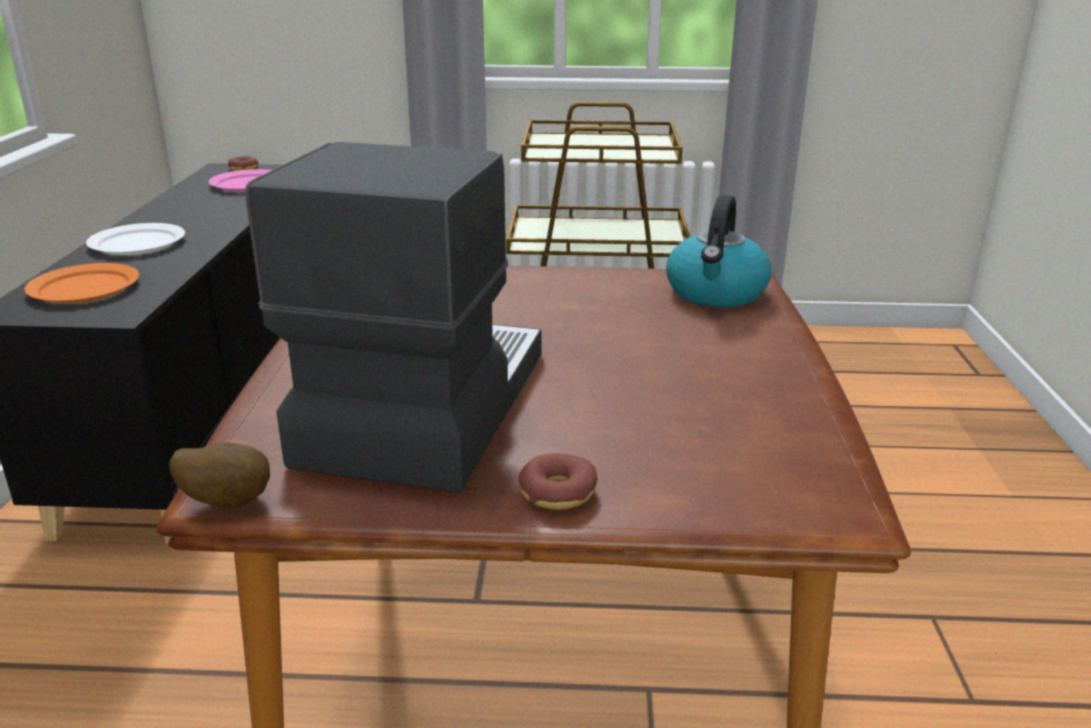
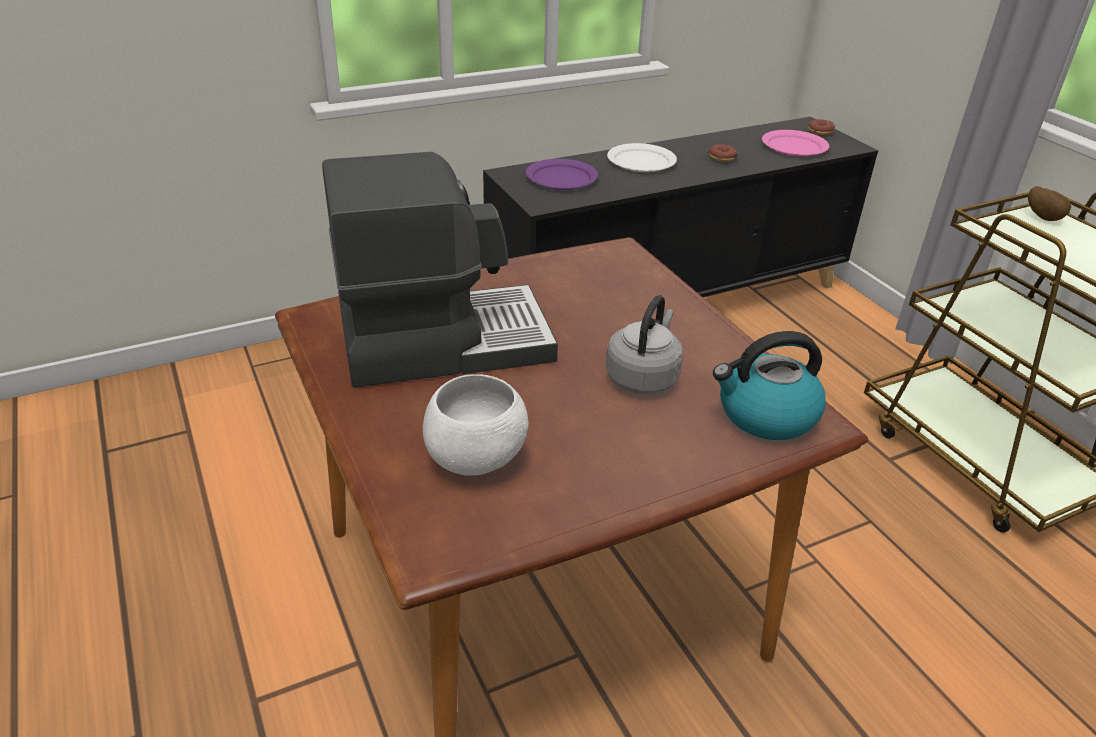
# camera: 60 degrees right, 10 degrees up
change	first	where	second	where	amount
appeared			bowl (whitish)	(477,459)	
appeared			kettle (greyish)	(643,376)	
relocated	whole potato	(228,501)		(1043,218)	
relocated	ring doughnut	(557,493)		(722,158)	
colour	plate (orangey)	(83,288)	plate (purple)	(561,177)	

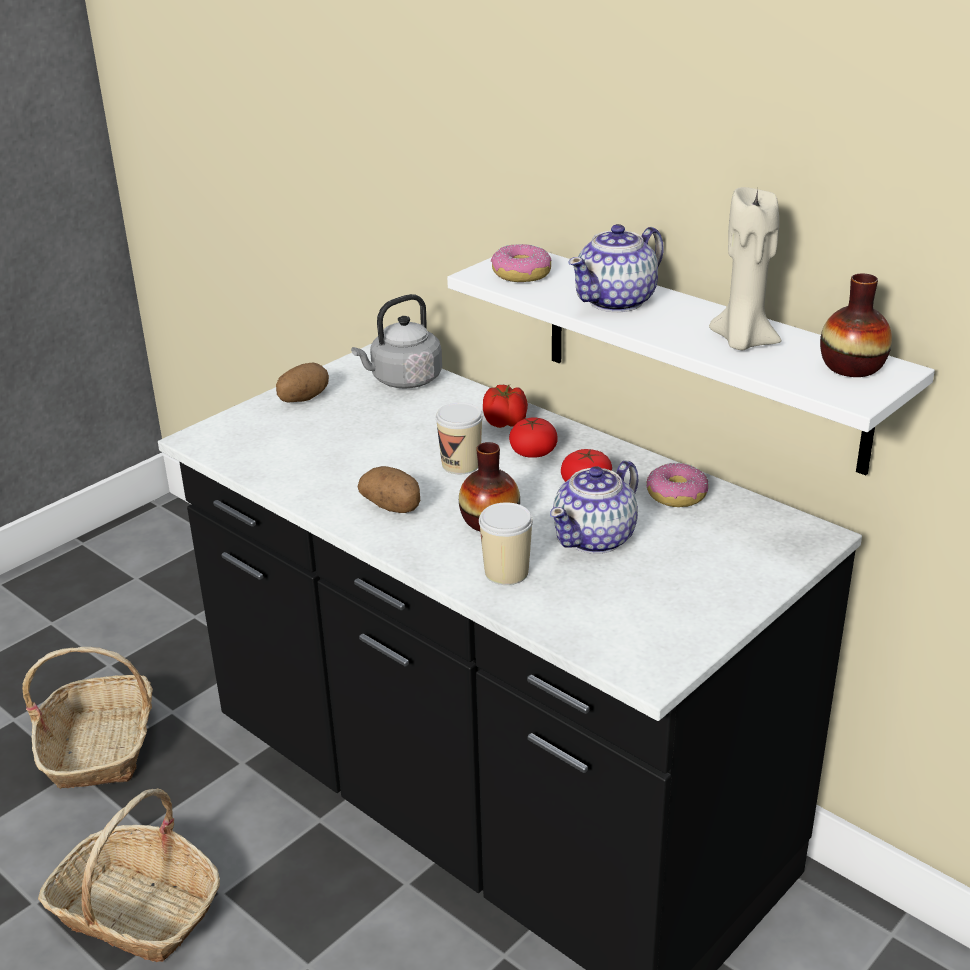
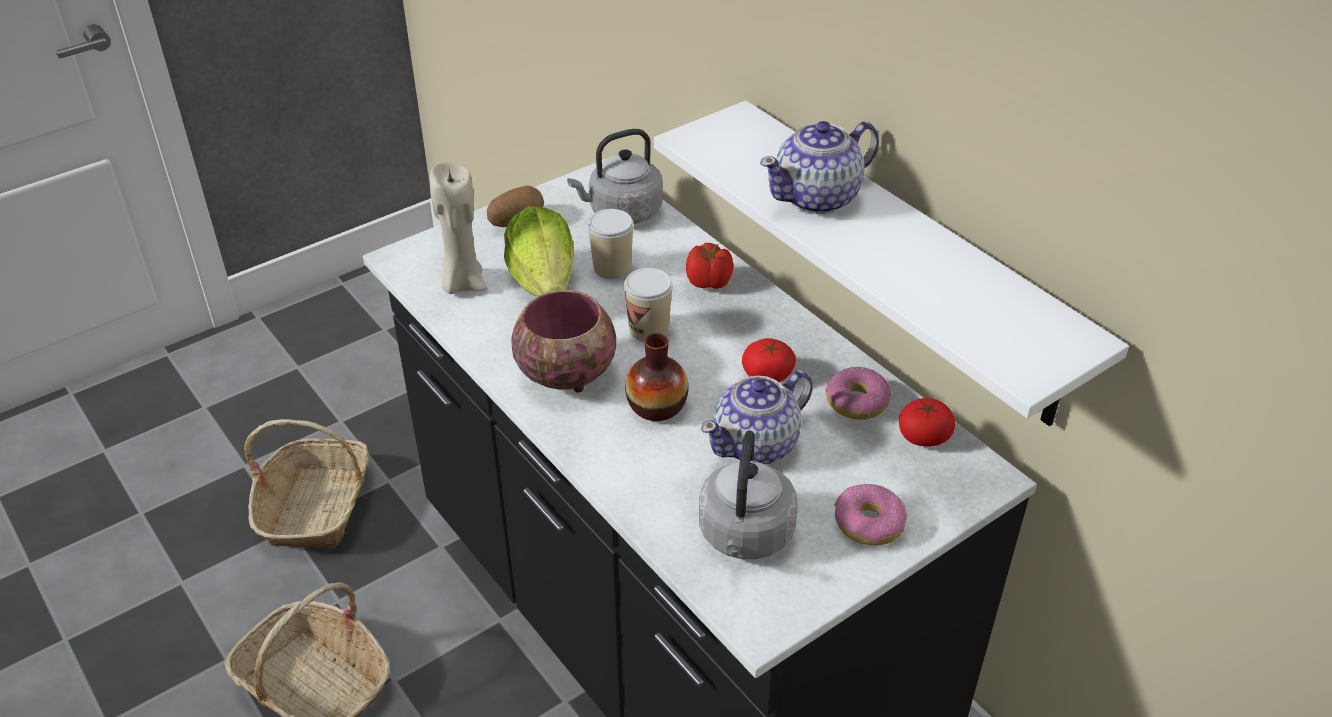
# camera: 10 degrees right, 10 degrees up
change	first	where	second	where	amount
missing	vase	(852,367)			
appeared			head of lettuce	(544,282)	
appeared			kettle (greyish)	(745,537)	
relocated	cup	(506,572)		(612,268)	
relocated	ring doughnut	(521,274)		(868,523)	
relocated	whole tomato	(533,452)		(923,436)	
relocated	candle (beige)	(742,342)		(462,283)	
exchanged	whole potato	(393,507)	bowl	(566,373)	

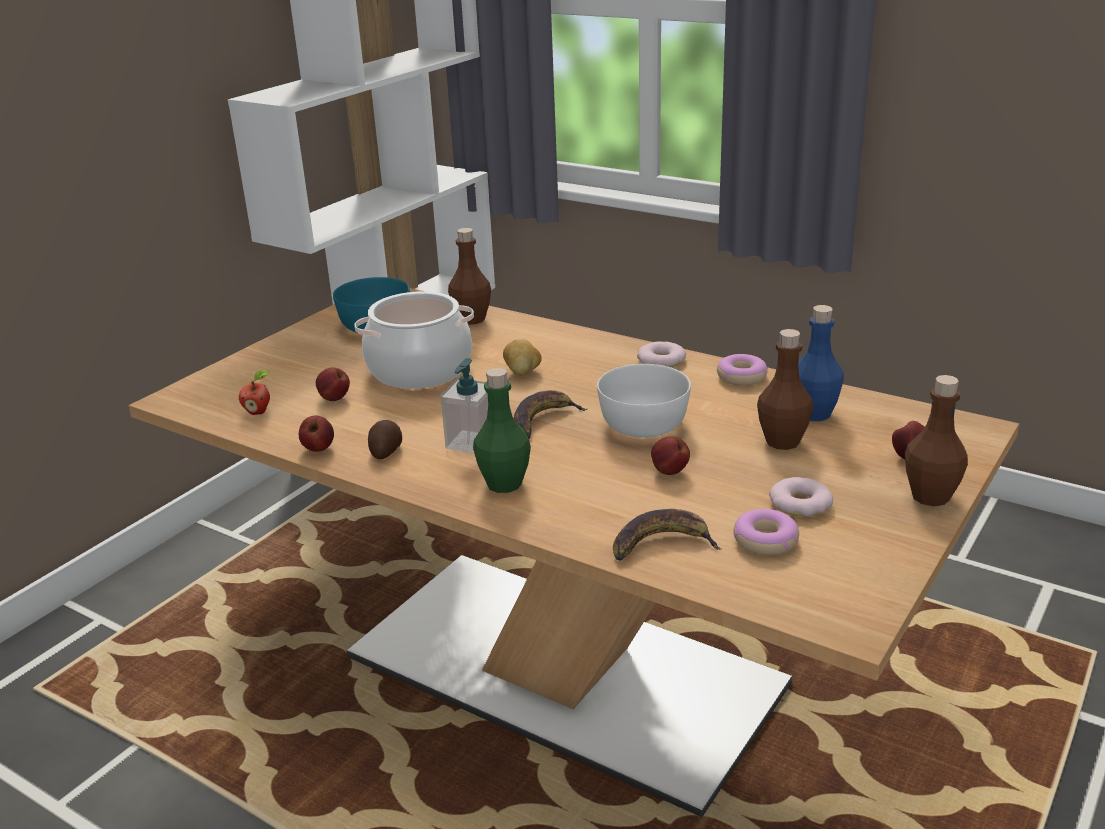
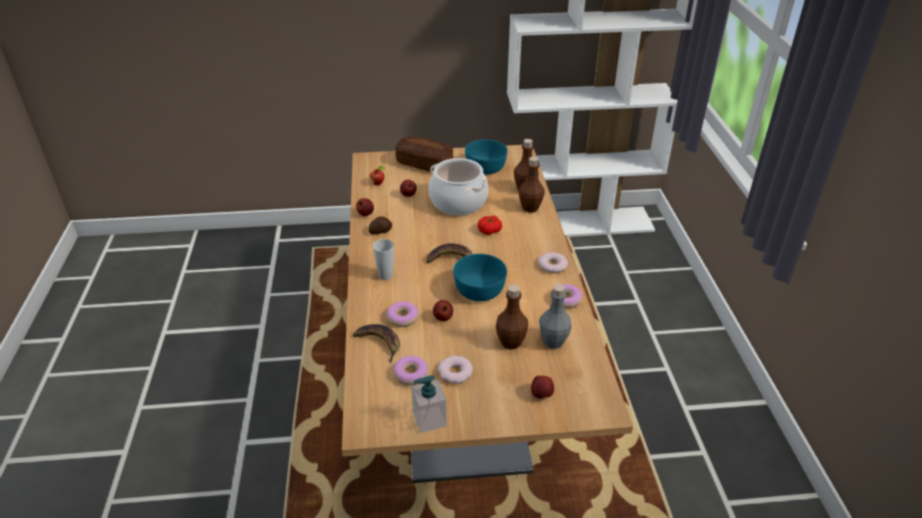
# camera: 50 degrees right, 10 degrees up
change	first	where	second	where	amount
appeared			ring doughnut	(403,318)	
appeared			bread	(424,164)	
relocated	soap bottle	(471,442)		(429,419)	
relocated	bottle (brown-coloured)	(930,496)		(530,208)	
exchanged	bottle (green)	(504,484)	cup	(385,275)	
exchanged	whole potato	(522,372)	whole tomato	(489,230)	
colour	bowl (whitish)	(643,423)	bowl (turquoise-coloured)	(480,289)	
colour	bottle (bluish)	(814,414)	bottle (greyish)	(553,341)	

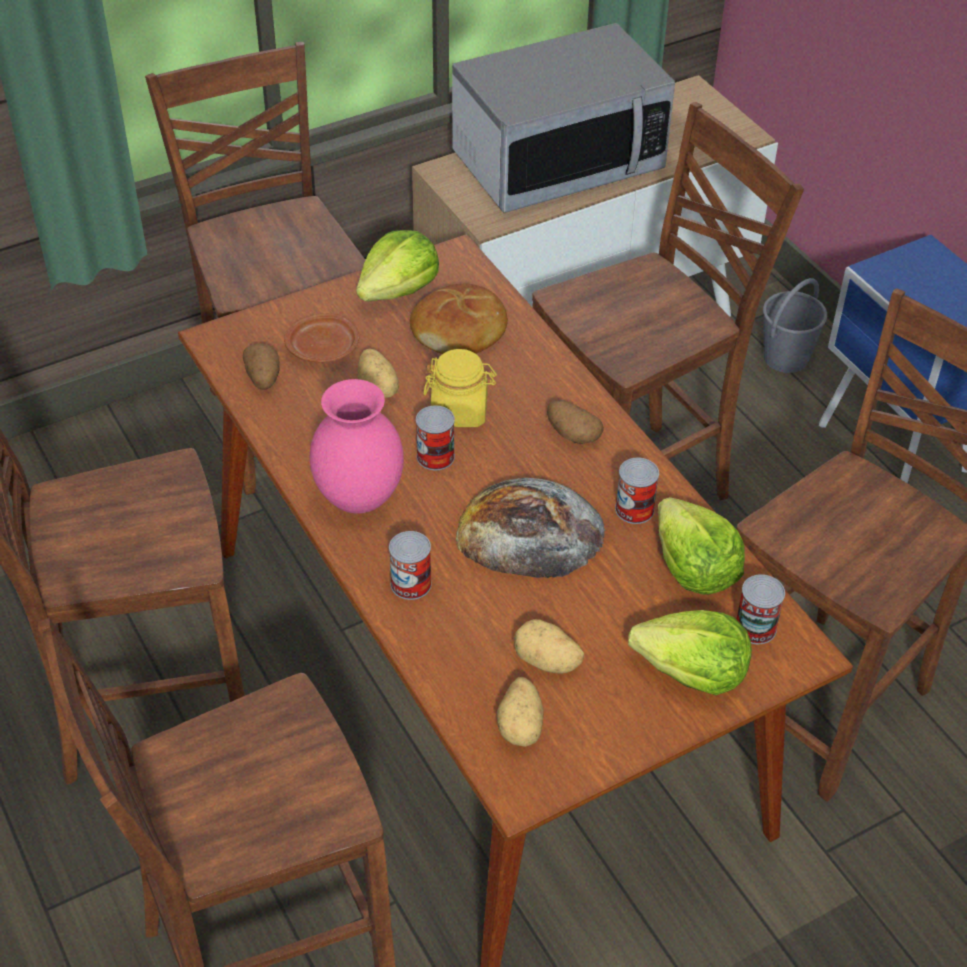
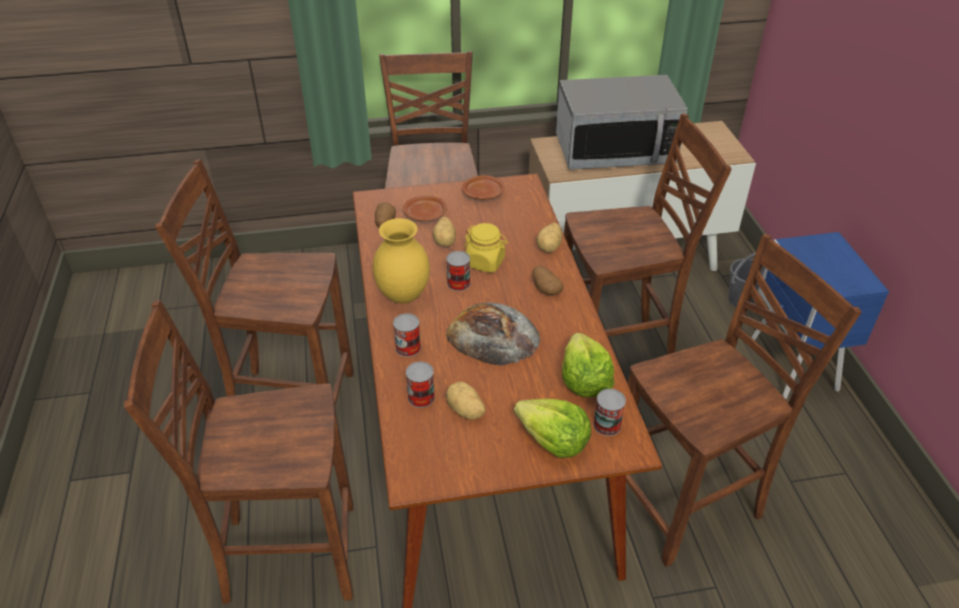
# camera: 20 degrees right, 5 degrees down
change	first	where	second	where	amount
missing	bread	(460,332)			
relocated	whole potato	(521,726)		(550,247)	
relocated	sealed can	(634,509)		(421,397)	
exchanged	head of lettuce	(398,290)	plate (brown-coloured)	(483,194)	
colour	vase (pinkish)	(360,498)	vase (yellow-coloured)	(404,295)	

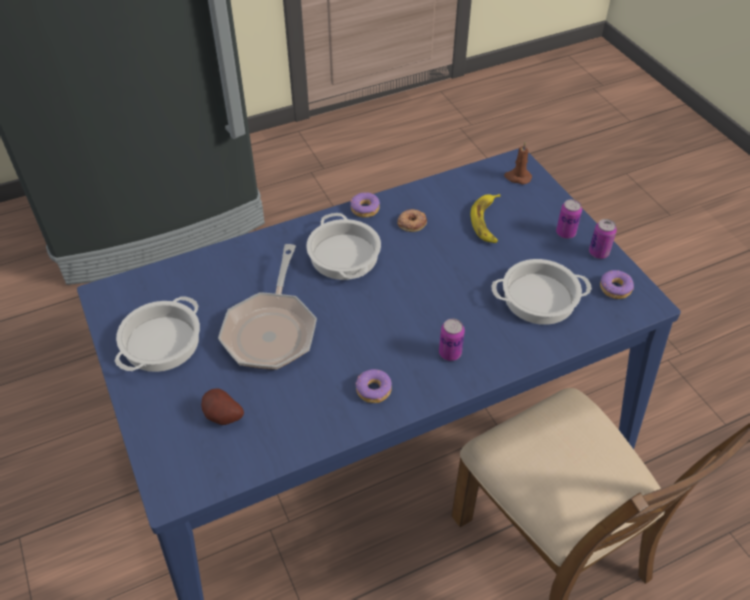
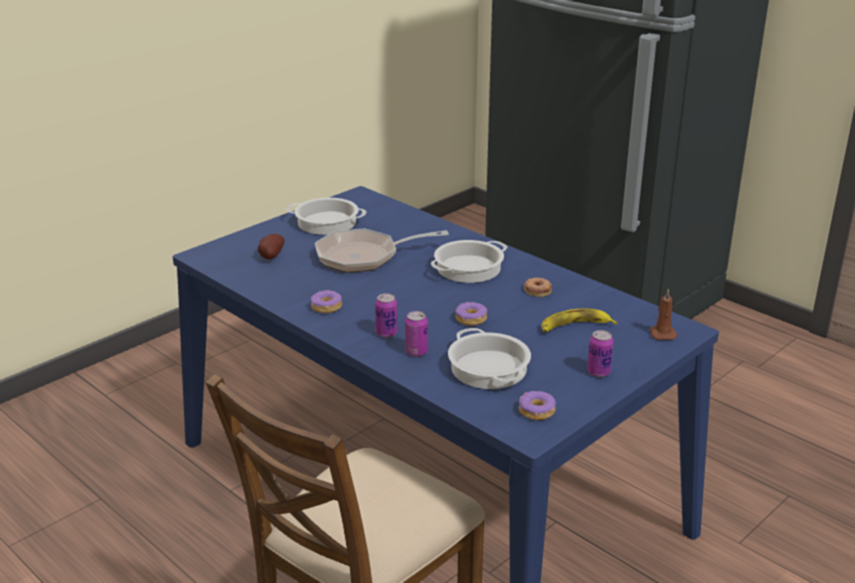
# camera: 70 degrees right, 20 degrees down
change	first	where	second	where	amount
relocated	ring doughnut	(365,209)		(470,319)	
relocated	sealed can	(598,253)		(416,352)	

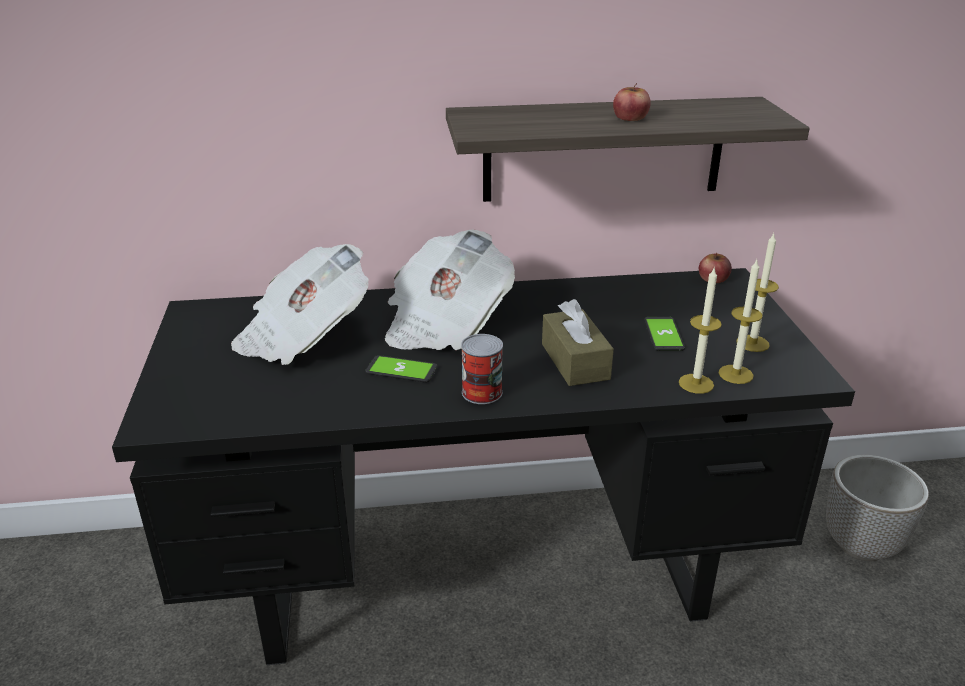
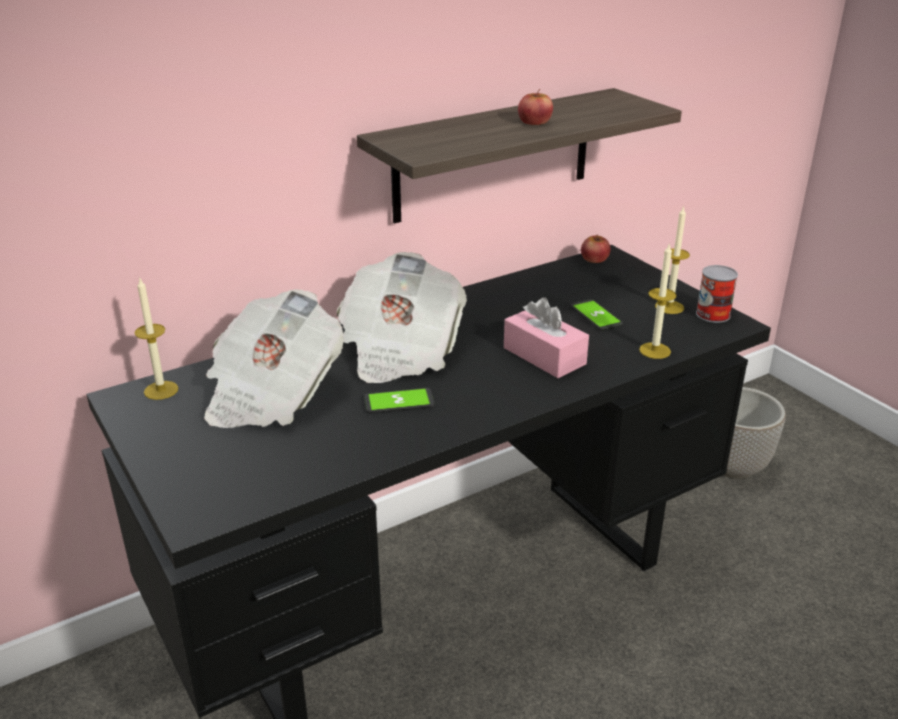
# camera: 25 degrees left, 0 degrees up
change	first	where	second	where	amount
relocated	sealed can	(482,392)		(713,314)	
relocated	candle	(735,374)		(161,390)	
colour	box of tissues (brown-coloured)	(575,361)	box of tissues (pinkish)	(544,356)	

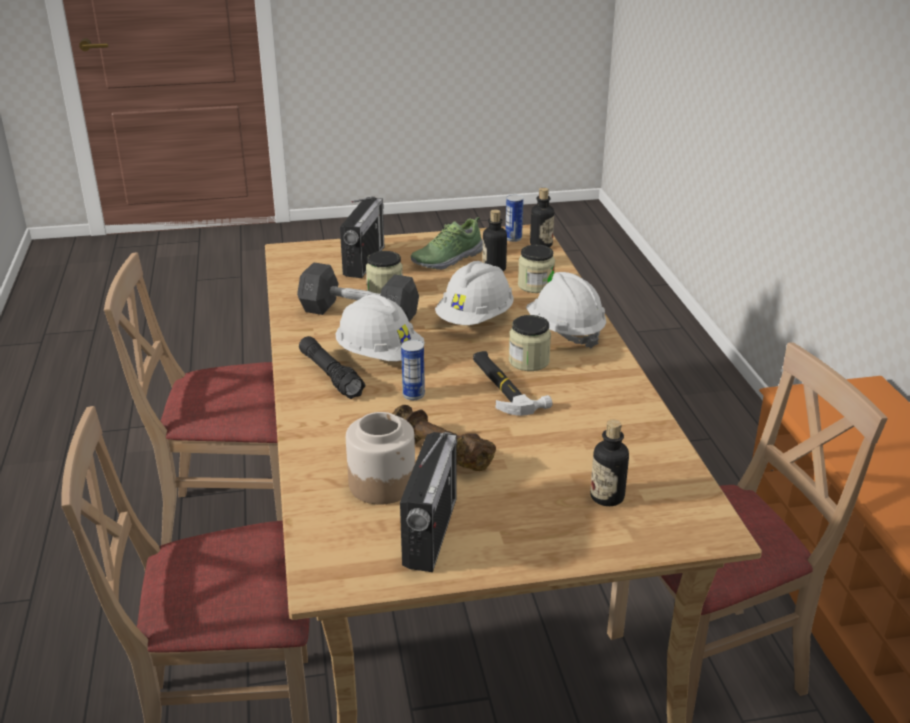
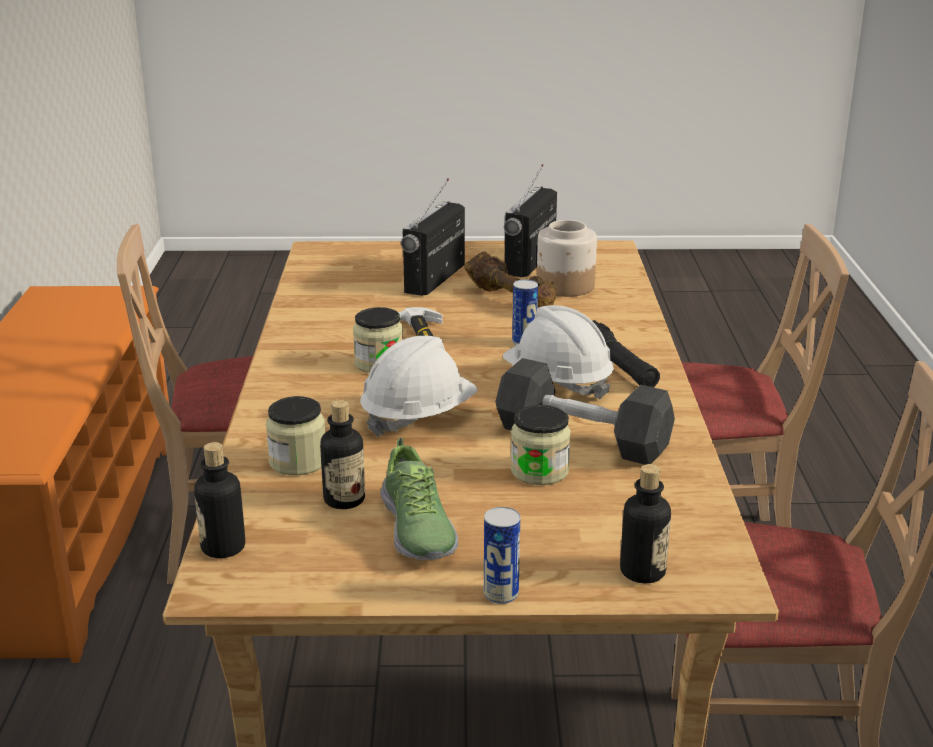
# camera: 170 degrees left, 5 degrees down
change	first	where	second	where	amount
missing	work helmet (whitish)	(565,331)			
relocated	radio	(364,261)		(435,279)	
relocated	sealed can	(513,238)		(501,594)	
relocated	bottle	(607,497)		(642,572)	
spun	shoe	(447,259)		(417,530)	105 degrees clockwise

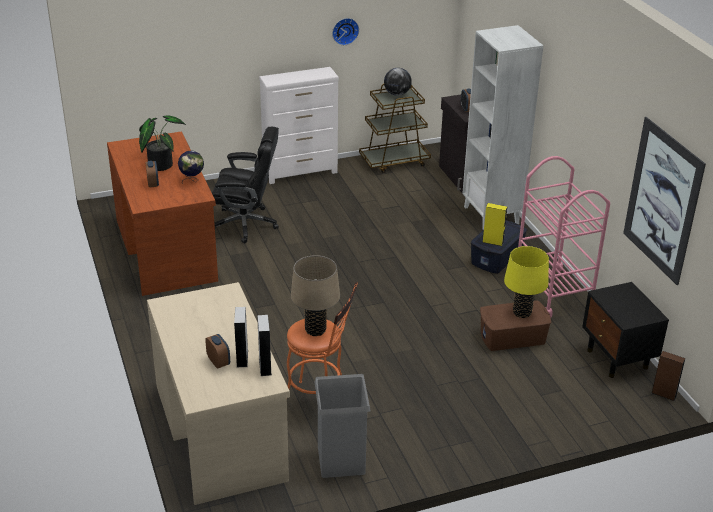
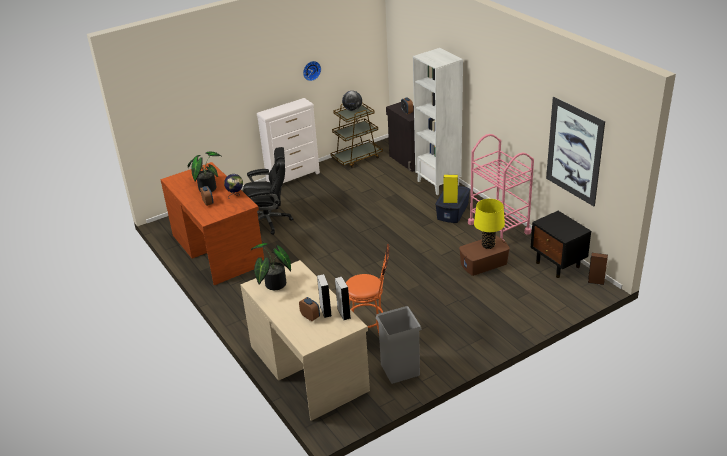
# camera: 10 degrees left, 0 degrees up
change	first	where	second	where	amount
missing	tabletop lamp (beige)	(315,330)			
appeared			plant in a pot	(273,285)	

